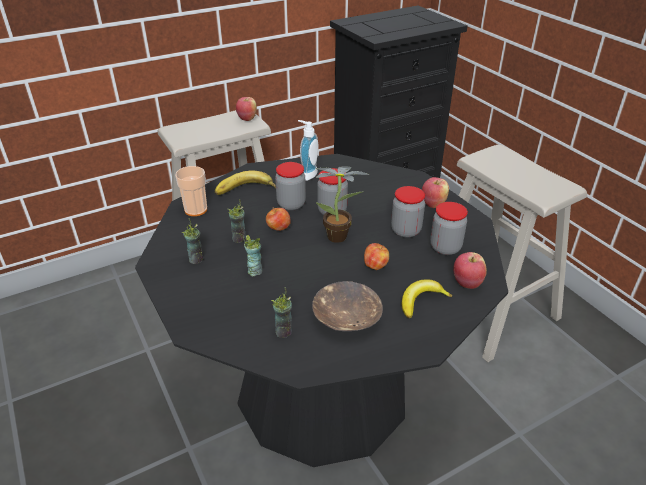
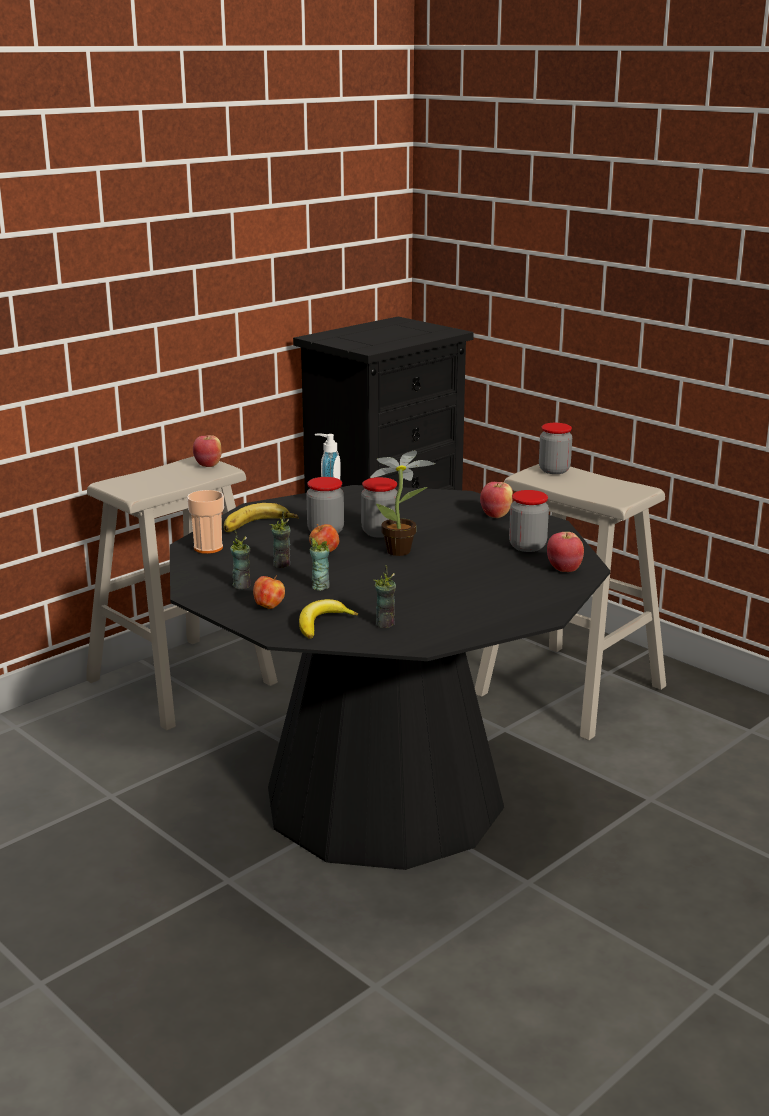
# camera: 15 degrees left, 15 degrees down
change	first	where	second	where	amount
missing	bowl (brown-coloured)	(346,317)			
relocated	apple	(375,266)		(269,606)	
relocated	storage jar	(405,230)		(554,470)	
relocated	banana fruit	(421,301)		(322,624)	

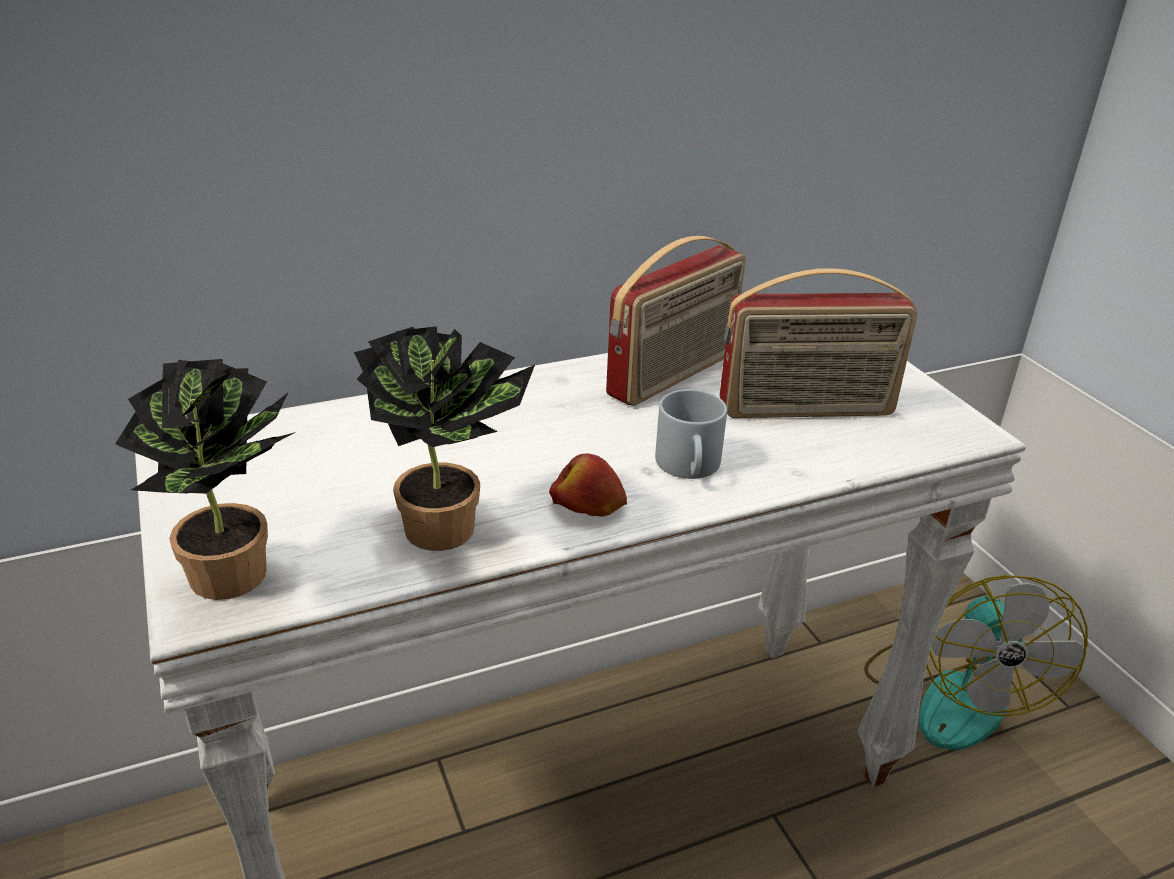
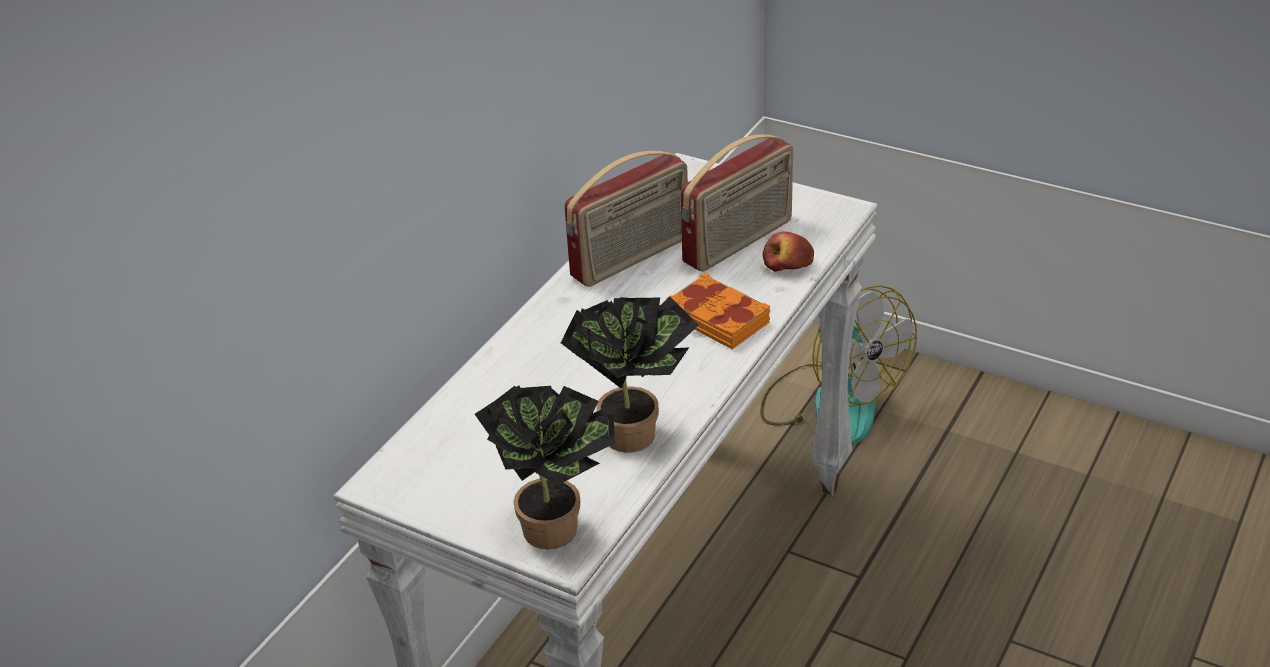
# camera: 35 degrees left, 5 degrees up
change	first	where	second	where	amount
relocated	apple	(587,505)		(788,265)	
exchanged	mug (greyish)	(690,467)	volume (orangey)	(718,318)	
spun	radio	(674,375)		(632,259)	45 degrees clockwise

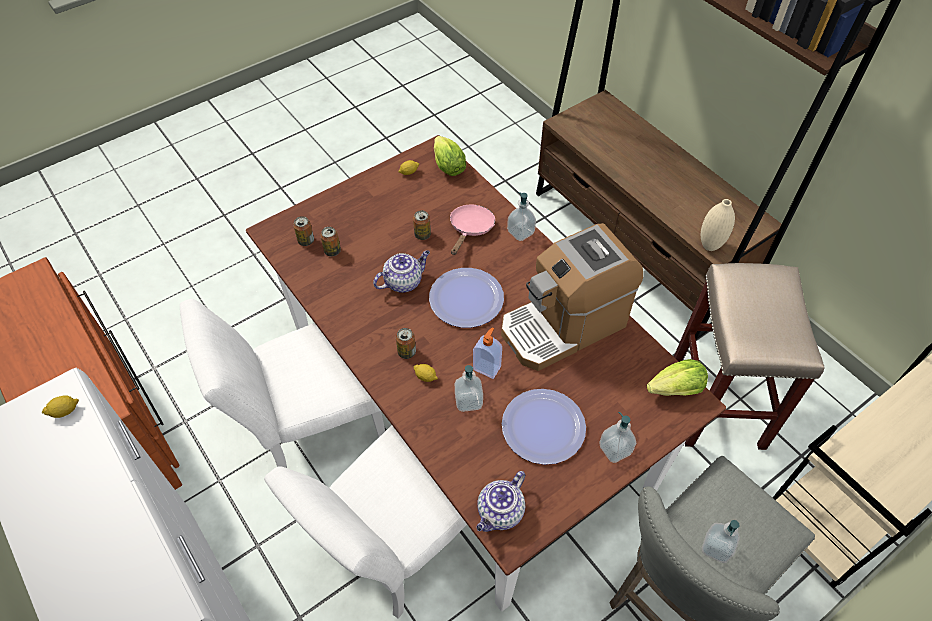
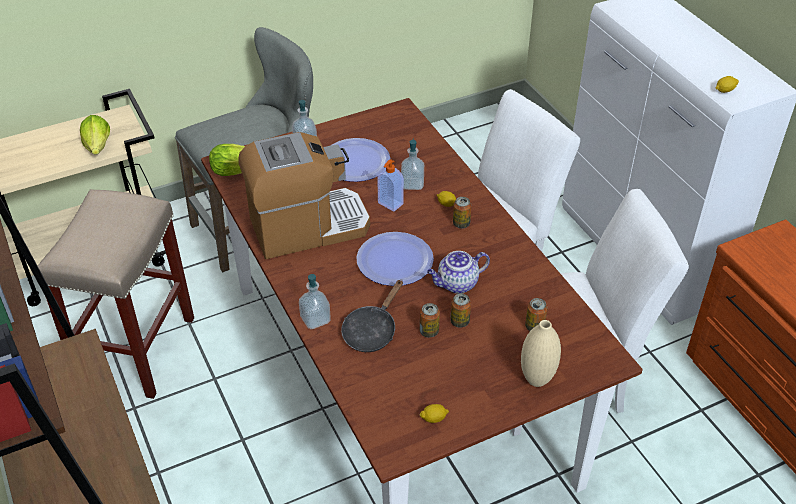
# camera: 170 degrees left, 10 degrees down
change	first	where	second	where	amount
missing	teapot	(500,513)			
missing	soap bottle	(716,548)			
relocated	sealed can	(306,241)		(459,322)	
relocated	head of lettuce	(447,165)		(98,148)	
relocated	vase (beige)	(709,246)		(536,380)	
colour	pan (pinkish)	(470,229)	pan (black-coloured)	(372,331)	

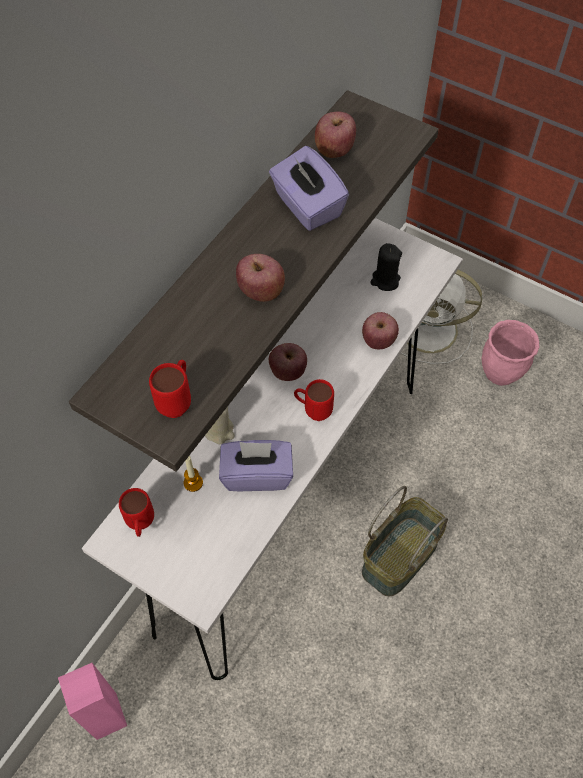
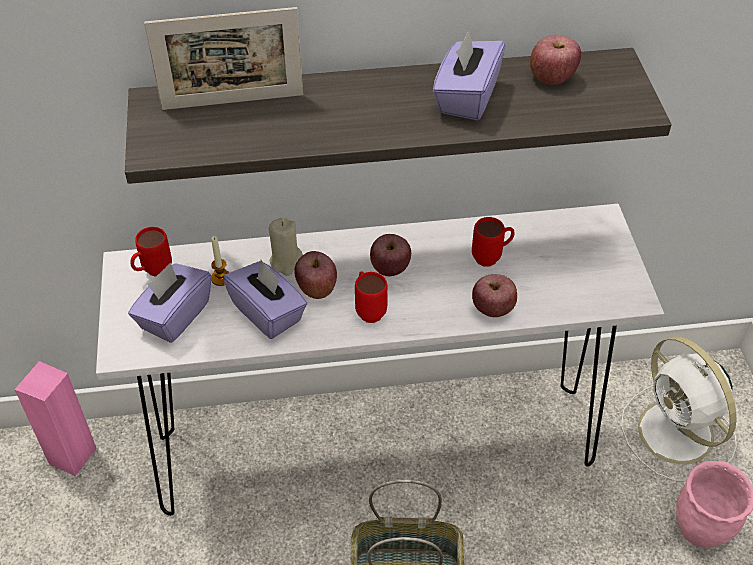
# camera: 50 degrees right, 10 degrees down
change	first	where	second	where	amount
missing	candle (black-coloured)	(385,280)			
appeared			box of tissues (purple)	(174,316)	
appeared			picture frame	(232,102)	
relocated	mug (reddish)	(177,401)		(491,257)	
relocated	apple	(261,291)		(317,288)	

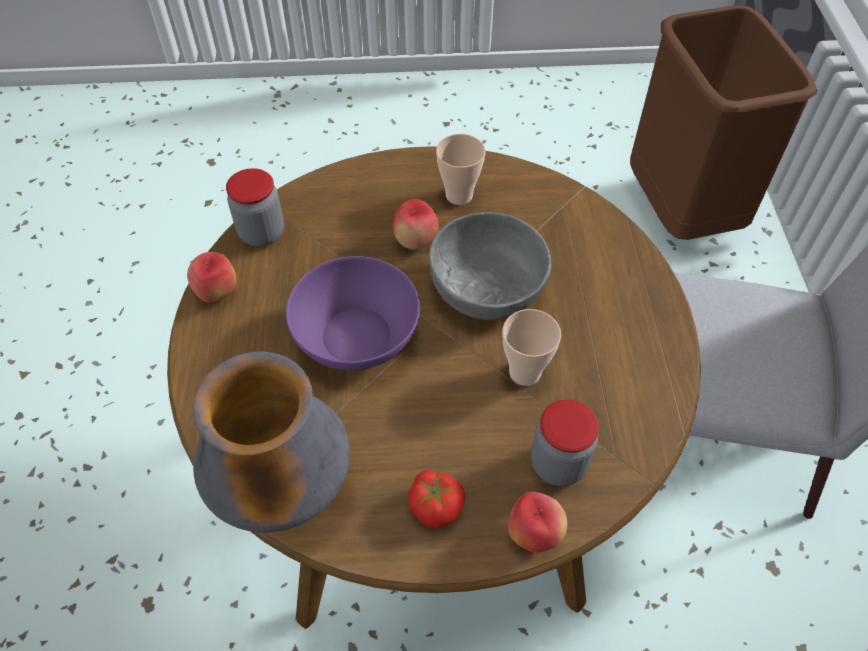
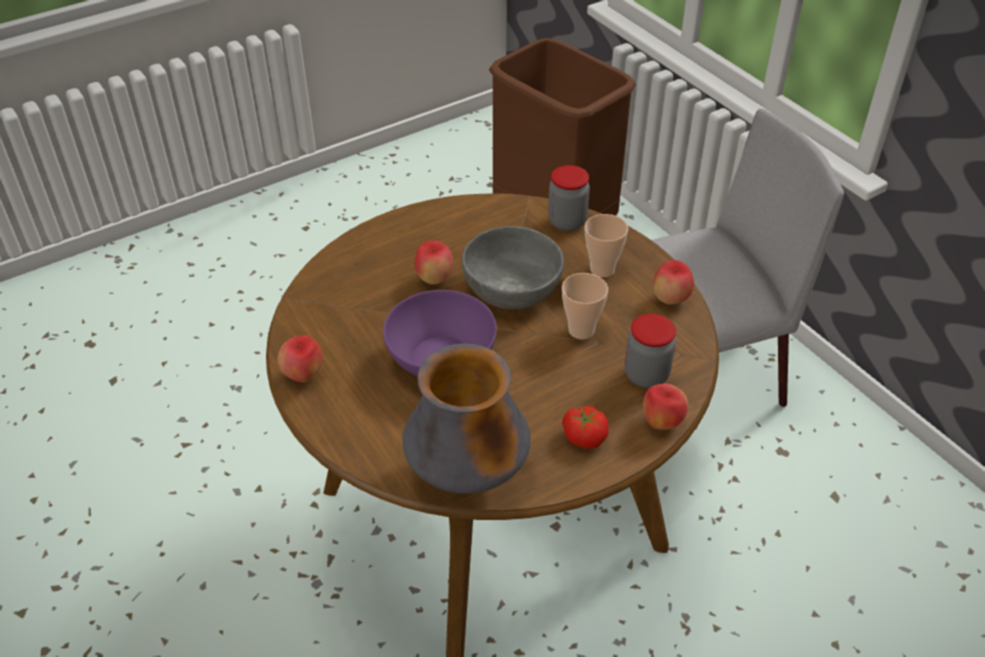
# camera: 30 degrees left, 10 degrees down
change	first	where	second	where	amount
appeared			apple	(670,299)	
relocated	storage jar	(262,233)		(567,221)	
relocated	cup	(459,195)		(602,269)	

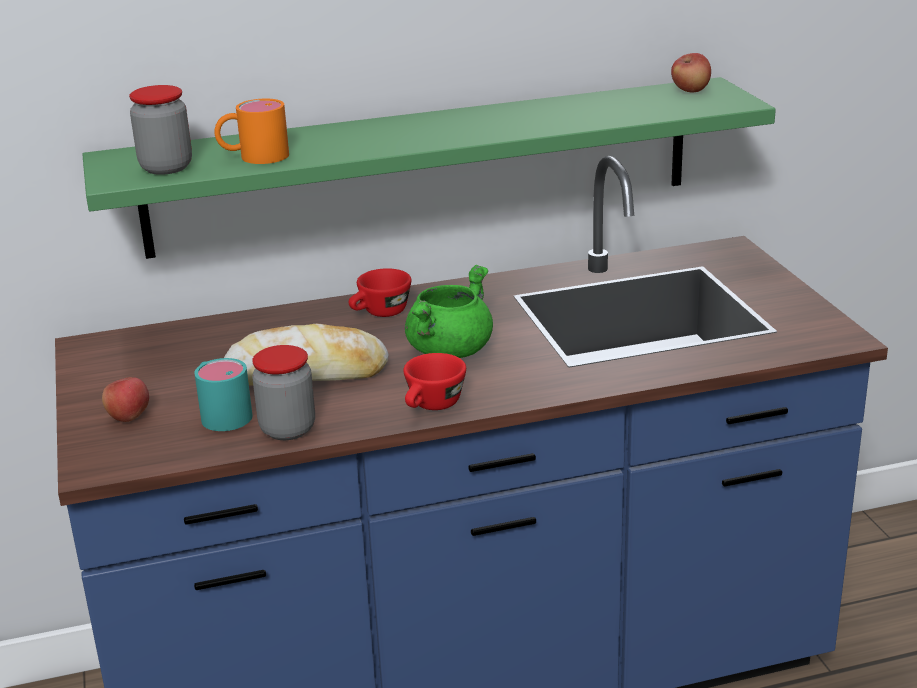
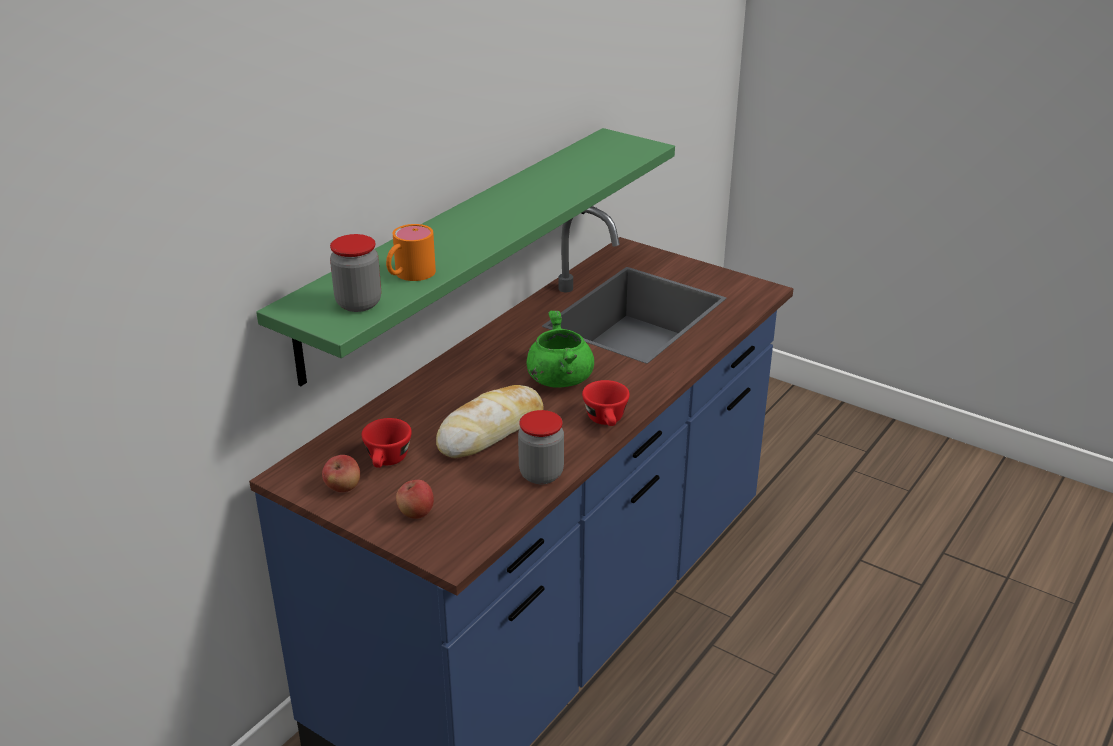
# camera: 40 degrees left, 5 degrees up
change	first	where	second	where	amount
missing	mug (turquoise-coloured)	(221,413)			
relocated	cup (reddish)	(380,313)		(387,461)	
relocated	apple	(690,91)		(343,488)	

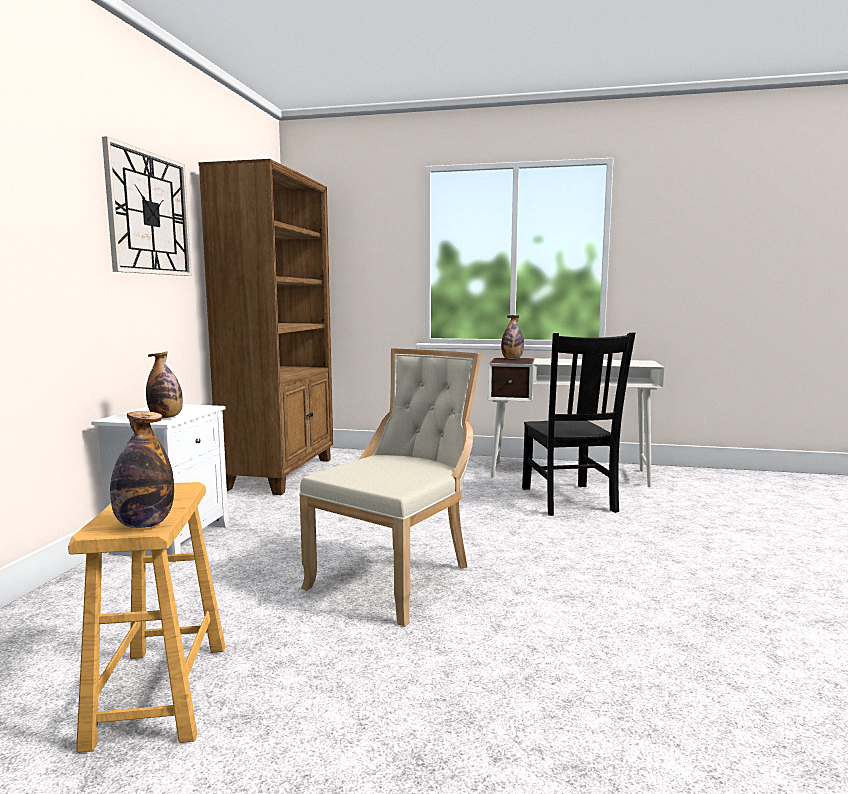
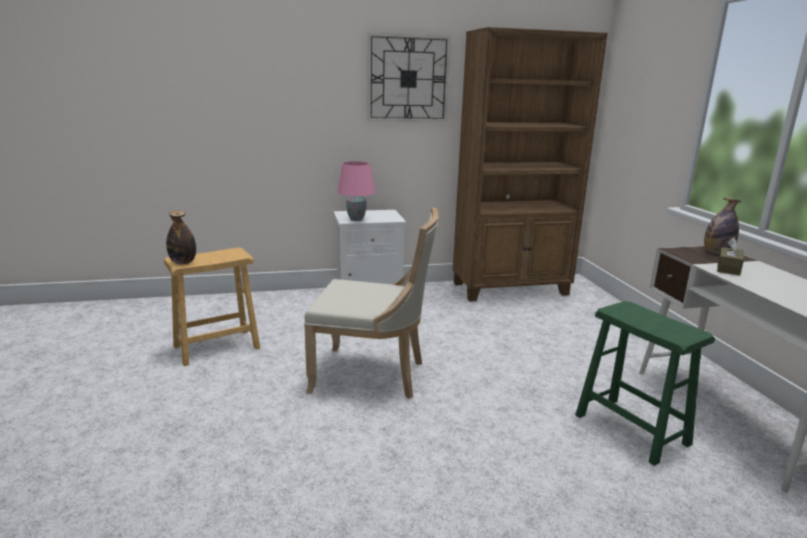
# camera: 65 degrees right, 10 degrees up
change	first	where	second	where	amount
appeared			box of tissues (brown-coloured)	(728,268)	
exchanged	bottle	(166,417)	tabletop lamp (pinkish)	(356,219)	
exchanged	upright chair (black-coloured)	(568,500)	stool seat (green)	(631,429)	

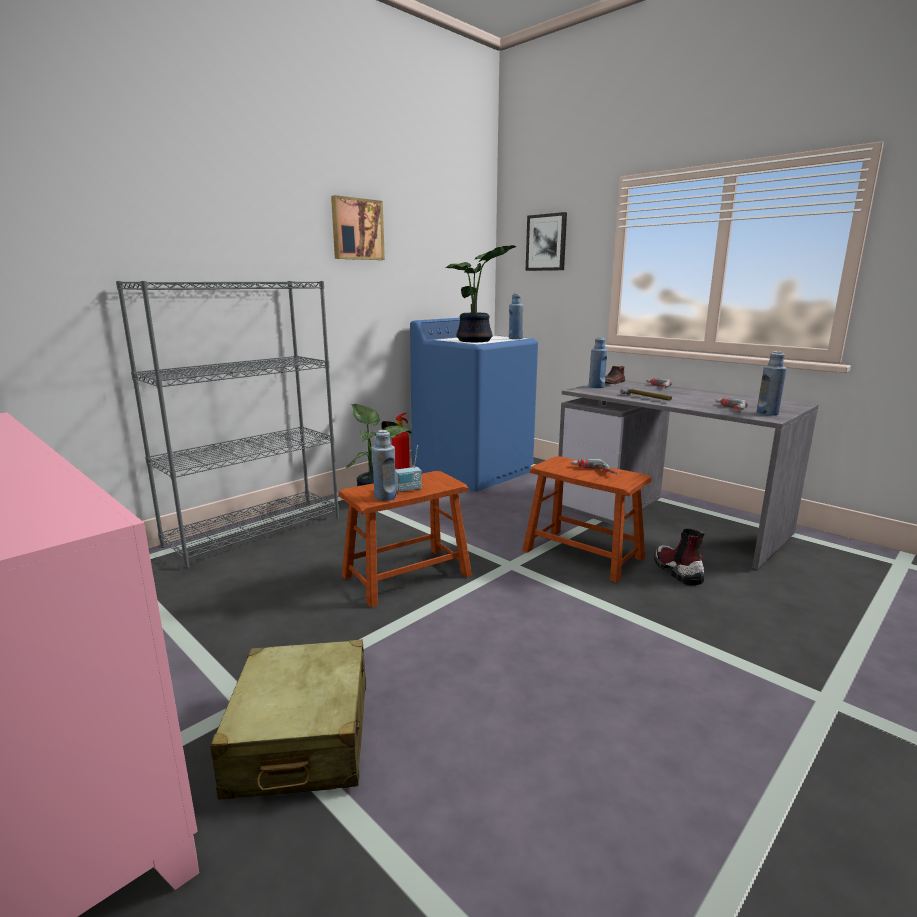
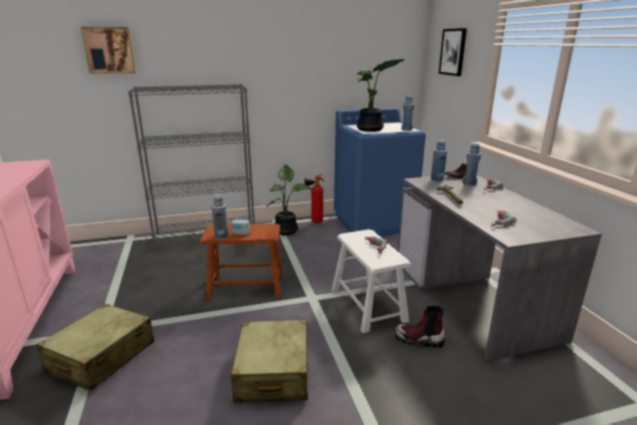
# camera: 30 degrees right, 5 degrees up
change	first	where	second	where	amount
appeared			travel case (beige)	(273,372)	
relocated	wall picture	(356,229)		(110,50)	
relocated	bottle (bluish)	(767,413)		(469,183)	
colour	stool seat (brown-coloured)	(583,554)	stool seat (whitish)	(367,305)	
spun	high-top boot	(677,570)		(419,339)	90 degrees counterclockwise

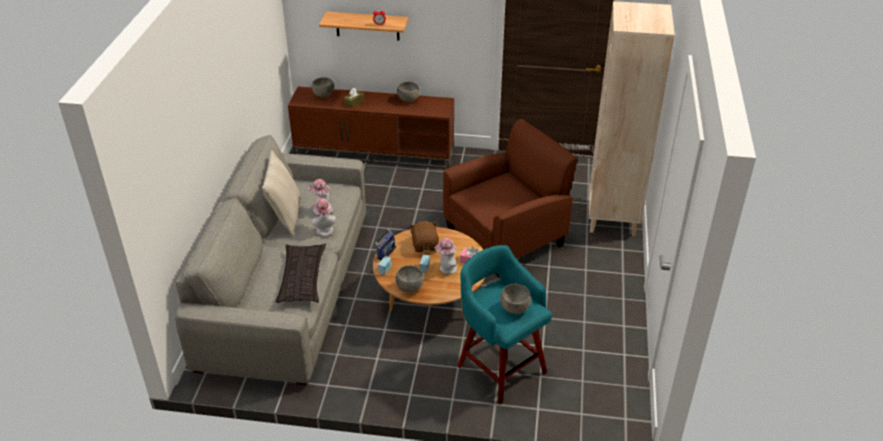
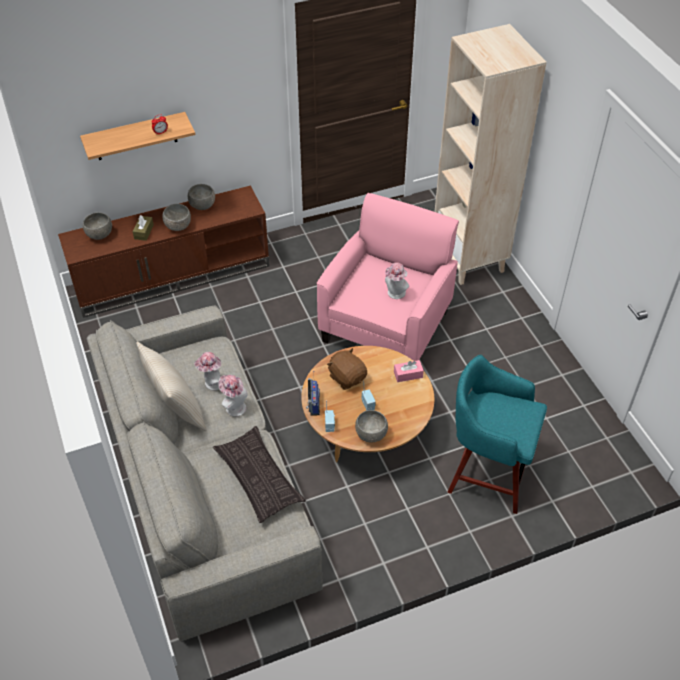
# camera: 30 degrees left, 10 degrees up
change	first	where	second	where	amount
relocated	hat	(446,269)		(395,294)	
relocated	bowl (greyish)	(514,308)		(177,226)	
colour	armchair (brown-coloured)	(506,237)	armchair (pinkish)	(386,324)	

